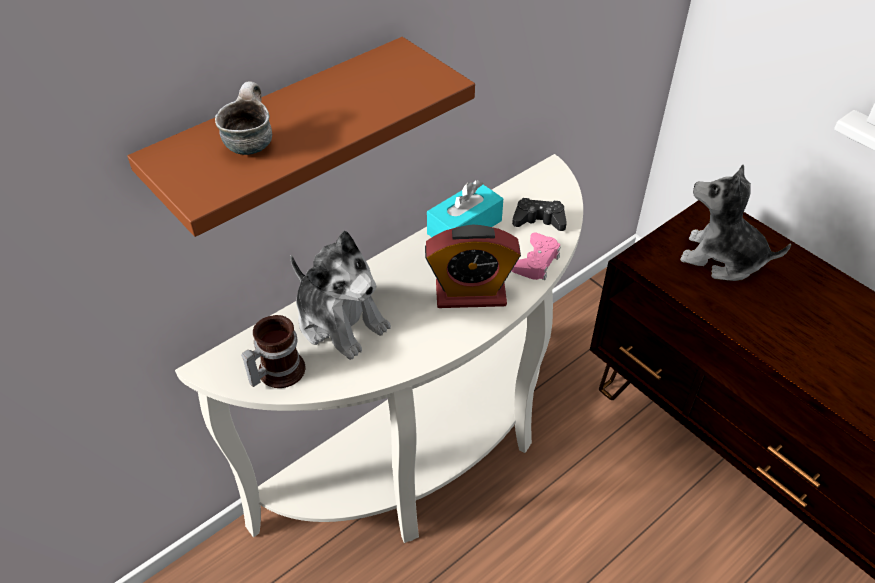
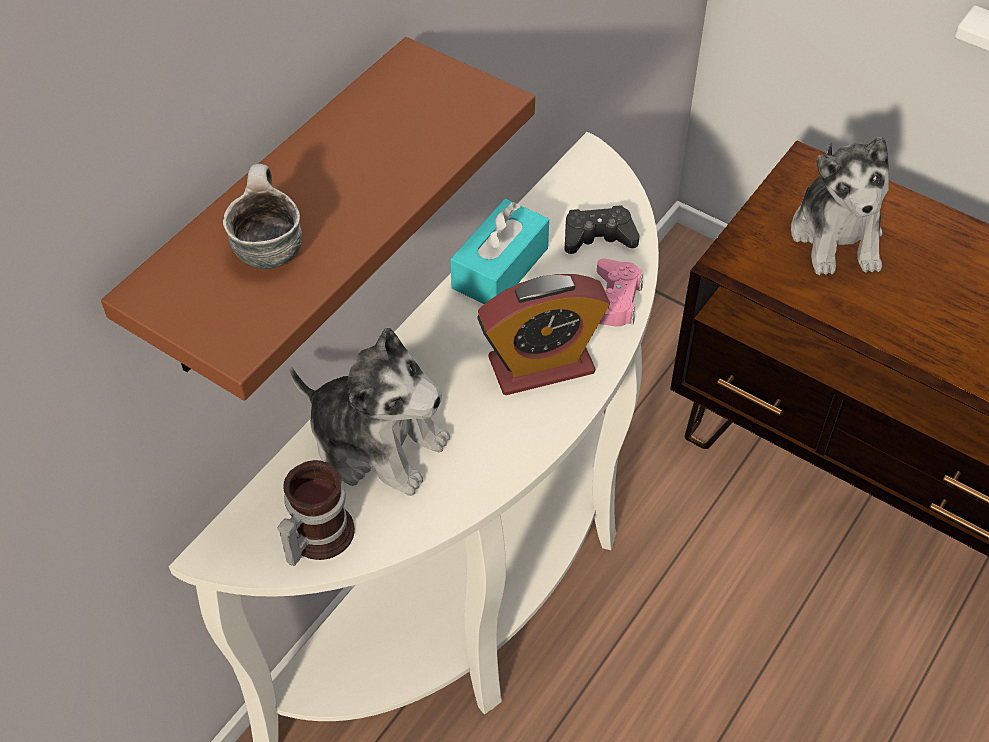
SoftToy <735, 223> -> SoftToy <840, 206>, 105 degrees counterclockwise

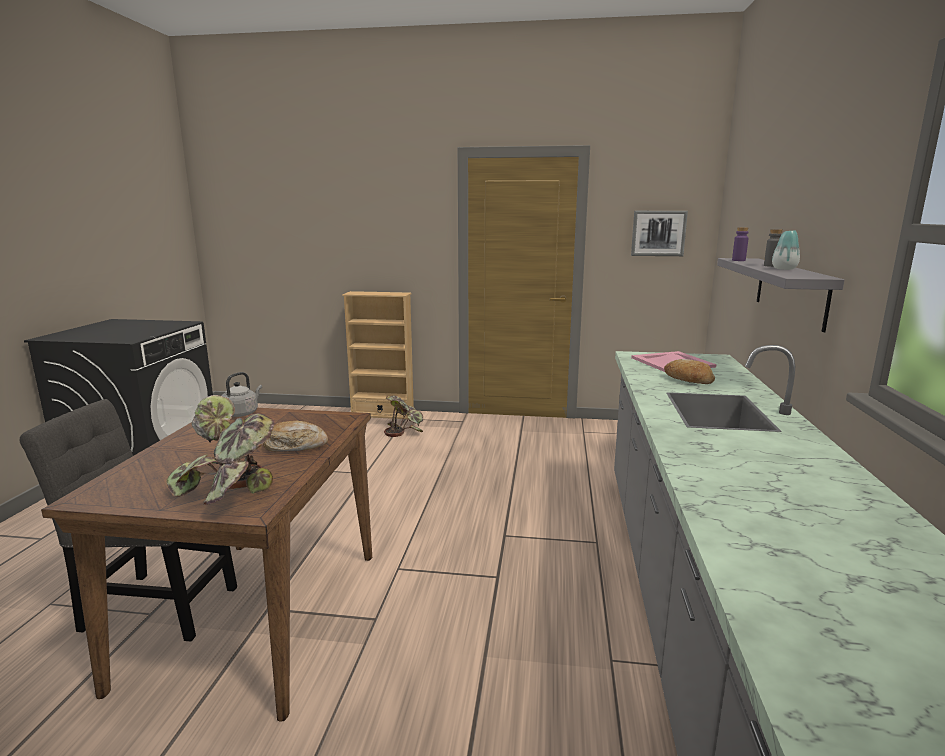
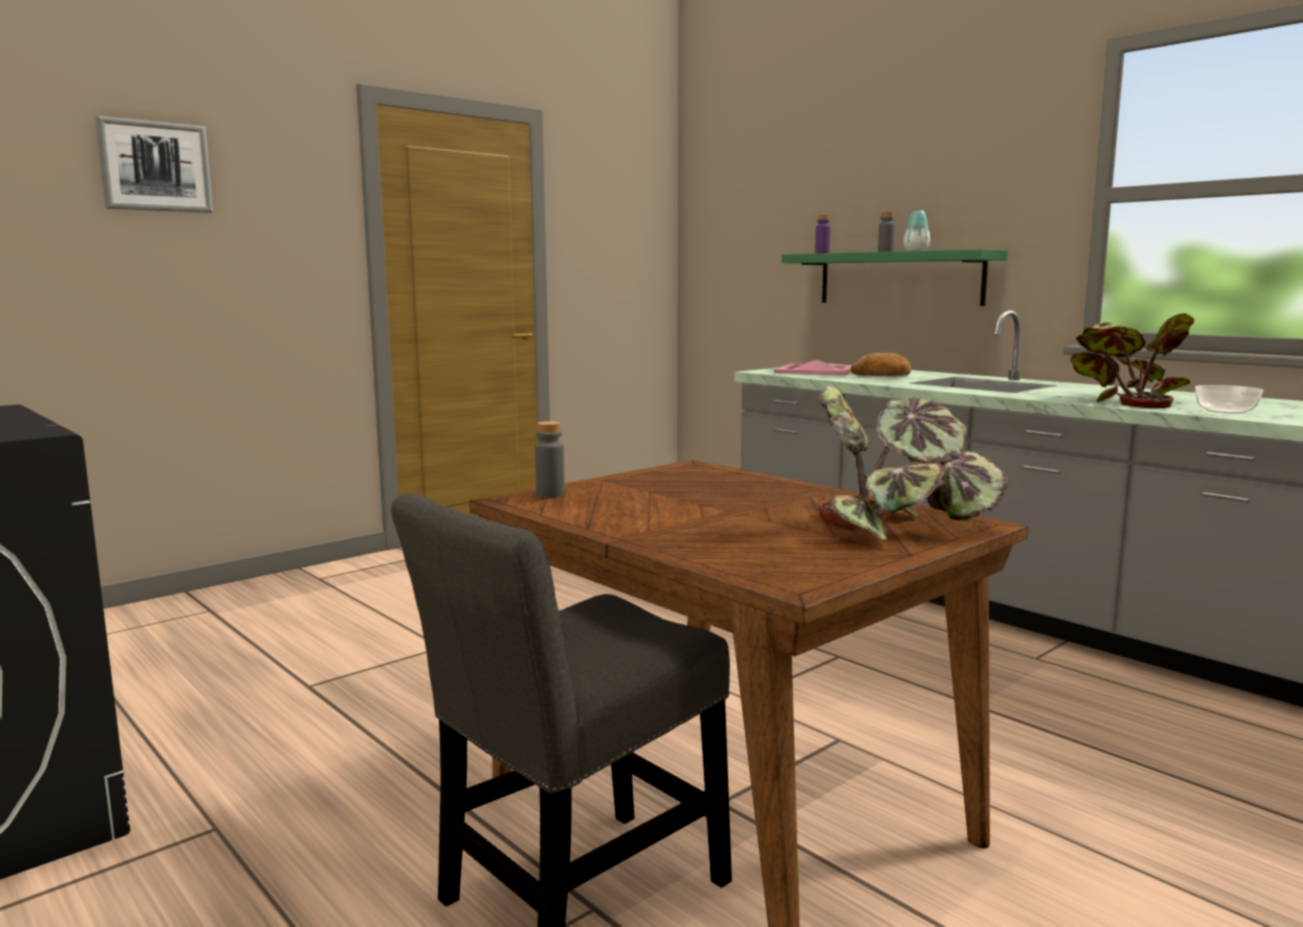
WallPicture <659, 233> -> WallPicture <154, 164>, relocated
GrayBracketShelf <780, 295> -> GreenishBracketShelf <895, 277>
BeigeBookshelf <378, 355> -> none
GrayKettle <242, 394> -> GrayBottle <550, 459>
Houseplant <403, 416> -> Houseplant <1132, 360>, relocated
Bread <295, 436> -> none
none -> Bowl <1229, 399>

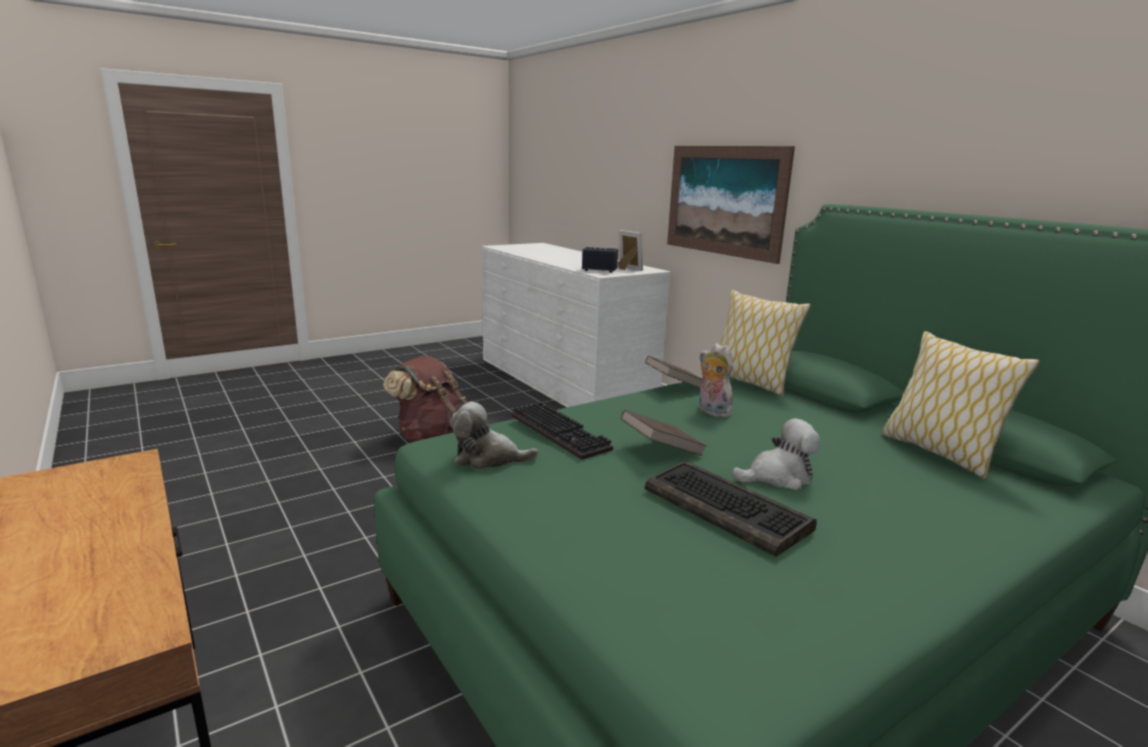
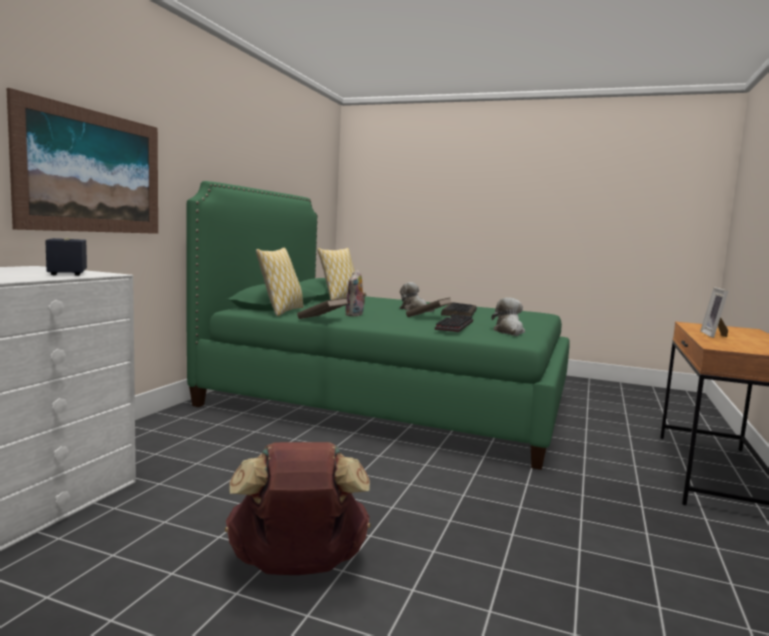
PhotoFrame <630, 250> -> PhotoFrame <714, 312>, relocated
SoftToy <494, 436> -> SoftToy <508, 317>, 150 degrees counterclockwise

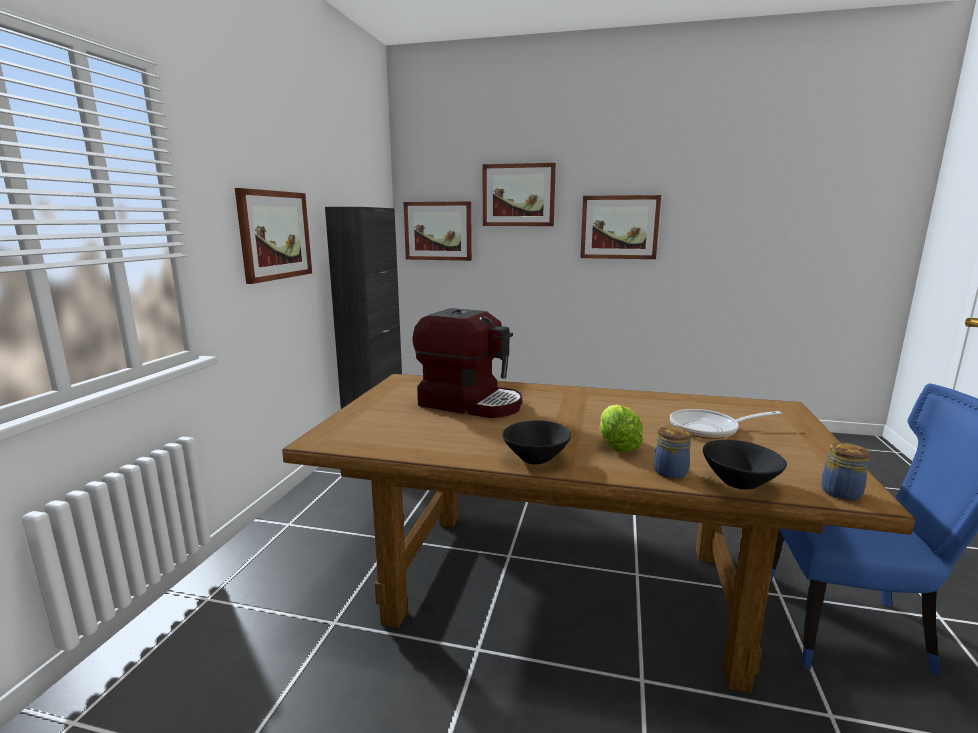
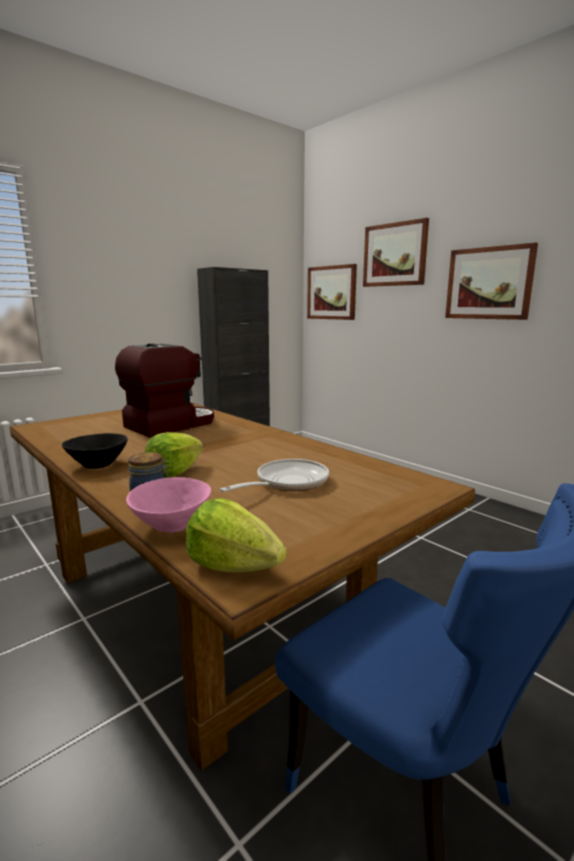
WallPicture <273, 236> -> none
CoffeeBrewer <467, 363> -> CoffeeBrewer <164, 390>, 105 degrees counterclockwise
Skillet <725, 424> -> Skillet <274, 475>, 105 degrees clockwise
BlackishBowl <745, 464> -> PinkishBowl <168, 505>
PreserveJar <845, 471> -> HeadOfLettuce <236, 535>

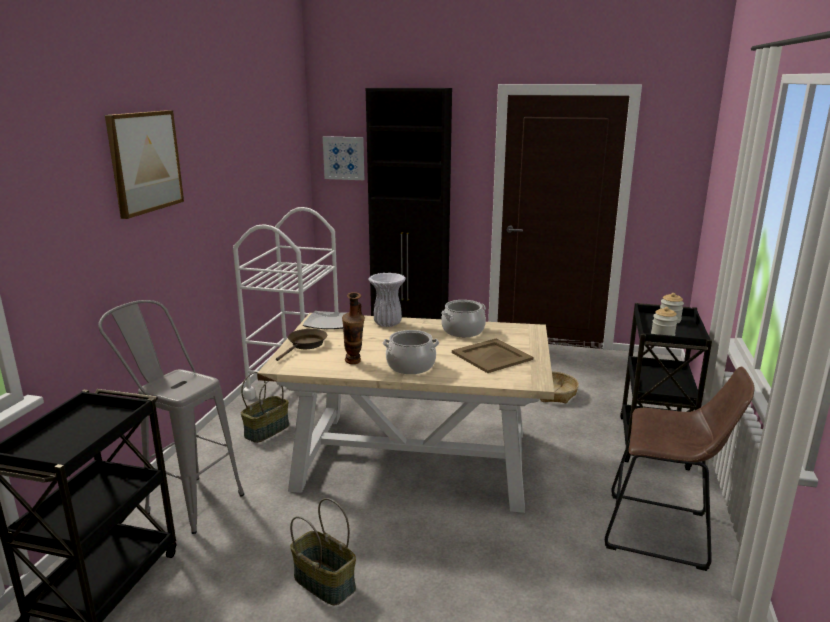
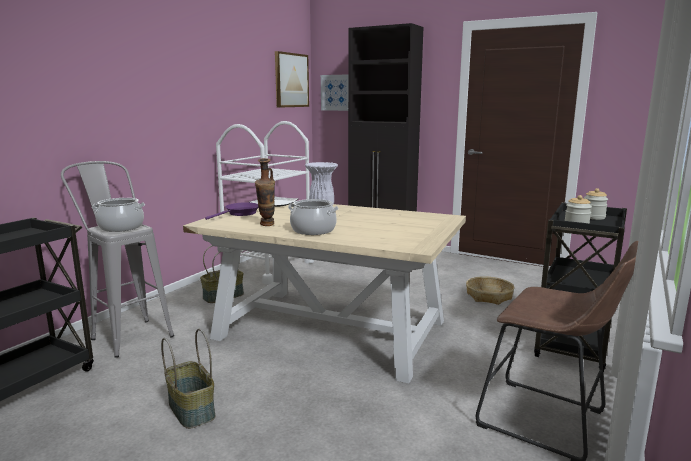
WallPicture <144, 164> -> WallPicture <292, 79>, relocated
Stockpot <463, 318> -> Stockpot <118, 215>, relocated
BrownSkillet <301, 345> -> PurpleColouredSkillet <231, 211>
BeigeCarryingTray <492, 356> -> none

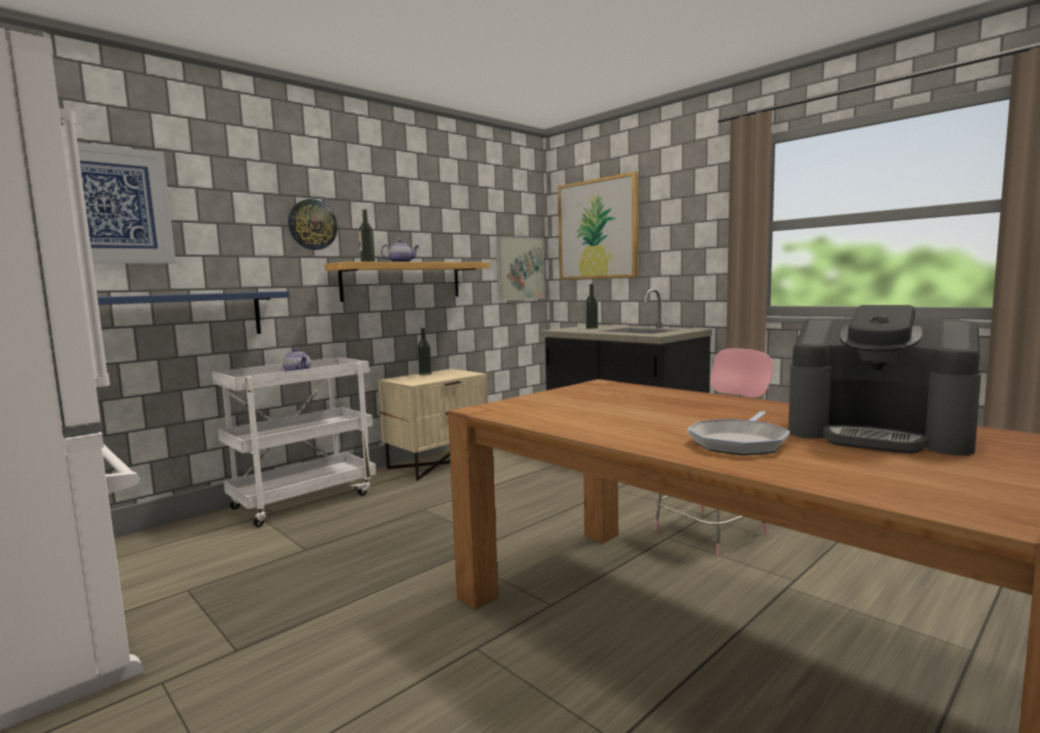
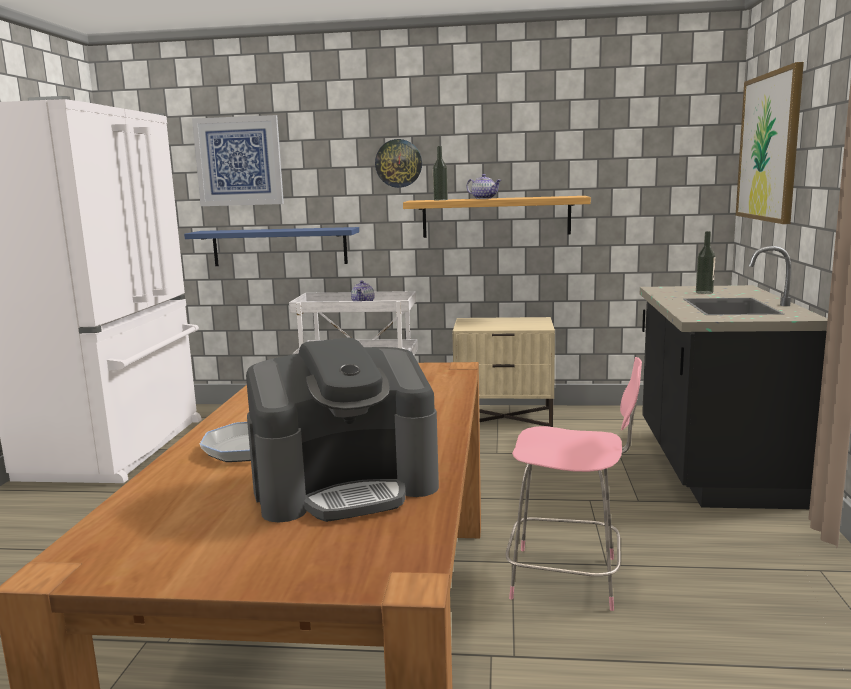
WallPicture <520, 268> -> none
CoffeeBrewer <884, 380> -> CoffeeBrewer <342, 429>, 105 degrees counterclockwise
Bottle <424, 351> -> none

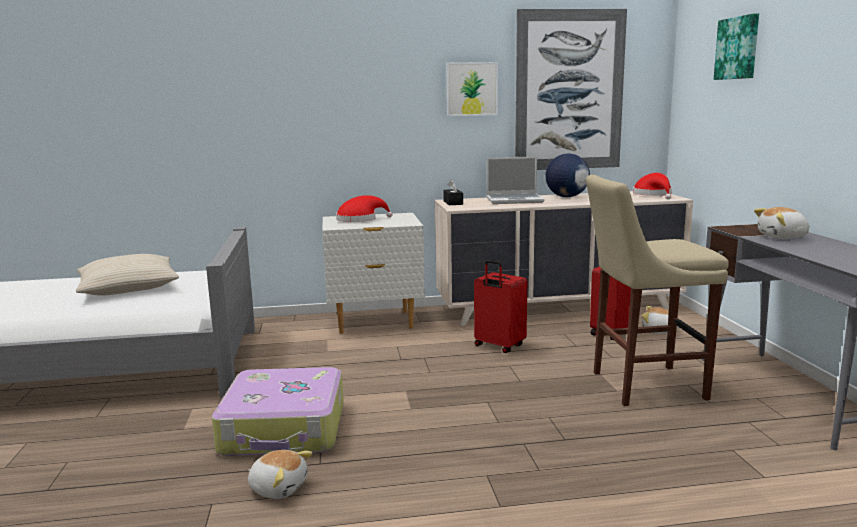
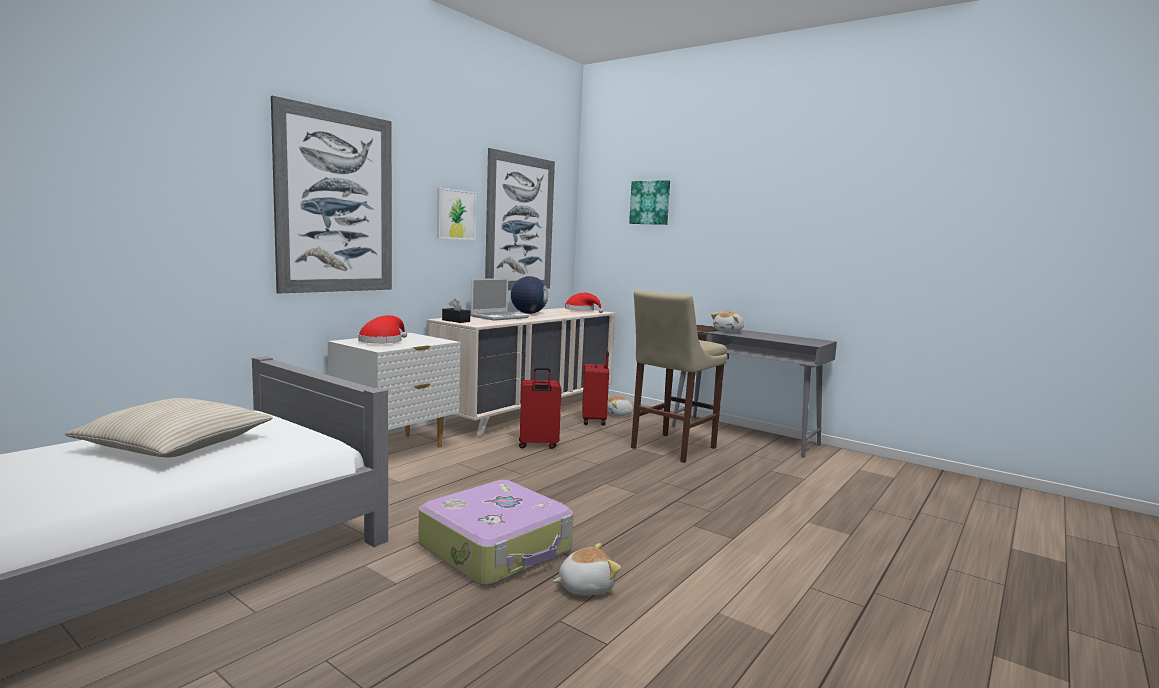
none -> WallPicture <331, 194>

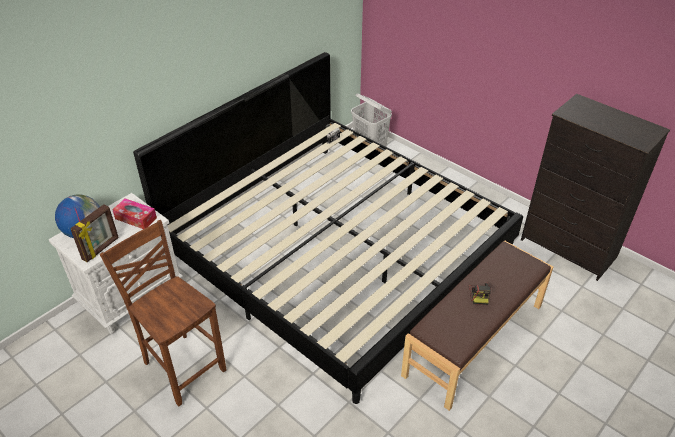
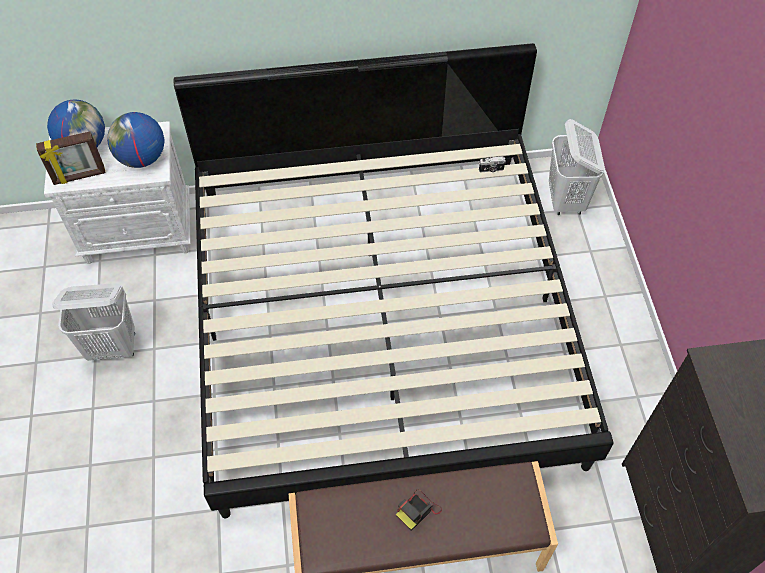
BoxOfTissues <134, 213> -> WorldGlobe <135, 140>
BrownPlainChair <163, 313> -> WhiteLaundryBasket <93, 322>

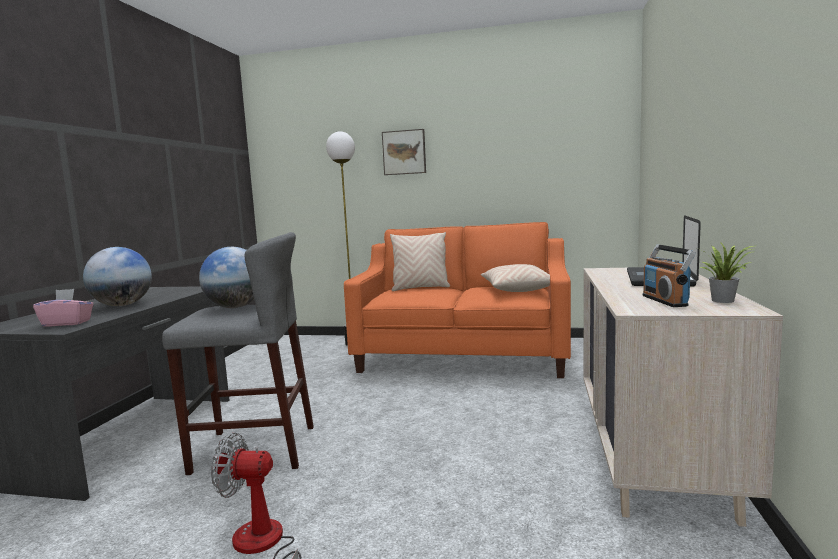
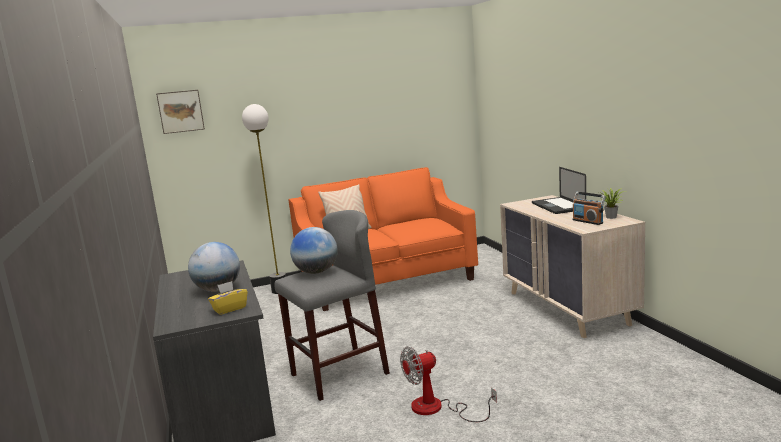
WallPicture <404, 152> -> WallPicture <180, 112>, relocated
BeigeThrowPillow <515, 278> -> none
PinkishBoxOfTissues <63, 308> -> YellowColouredBoxOfTissues <228, 298>

